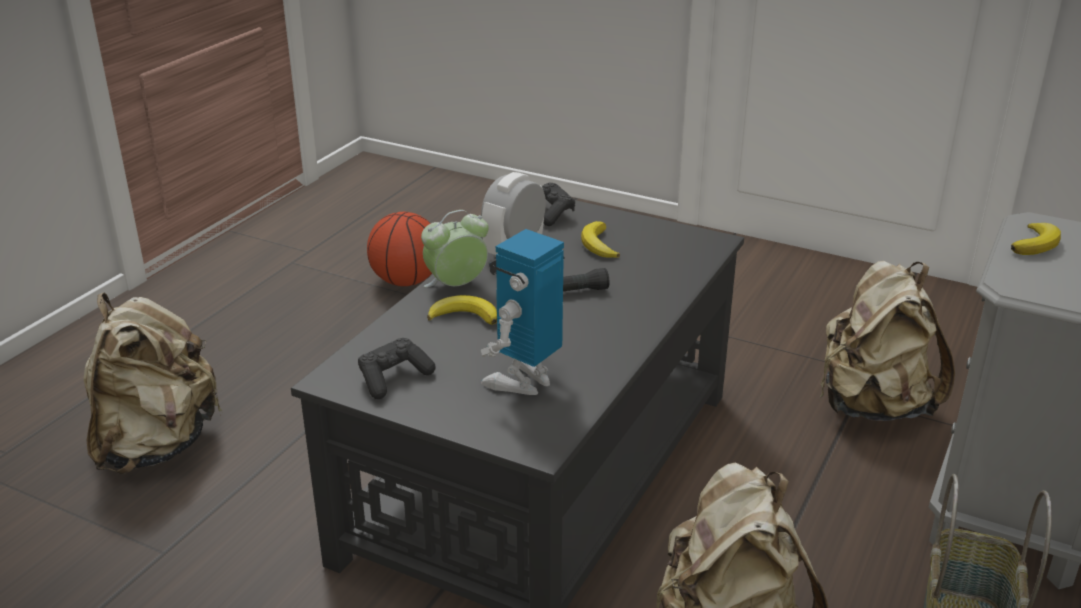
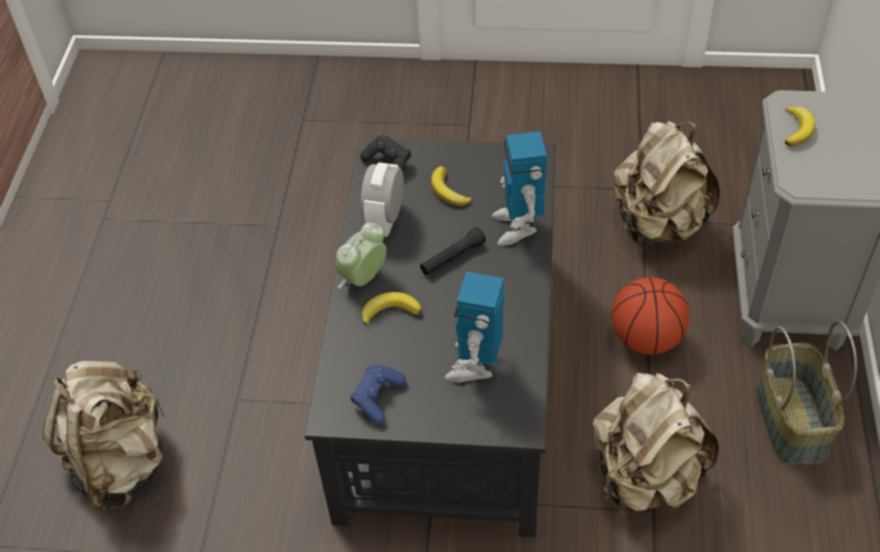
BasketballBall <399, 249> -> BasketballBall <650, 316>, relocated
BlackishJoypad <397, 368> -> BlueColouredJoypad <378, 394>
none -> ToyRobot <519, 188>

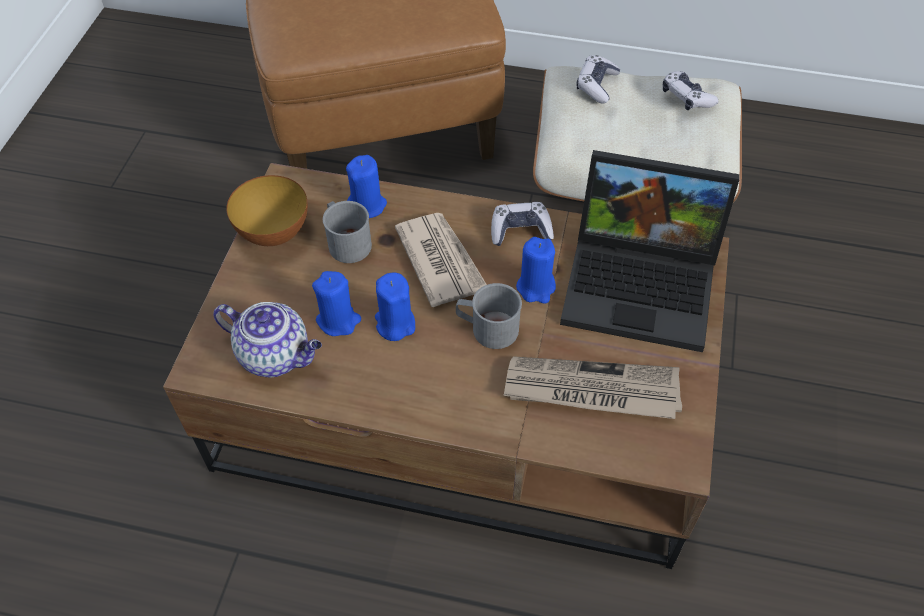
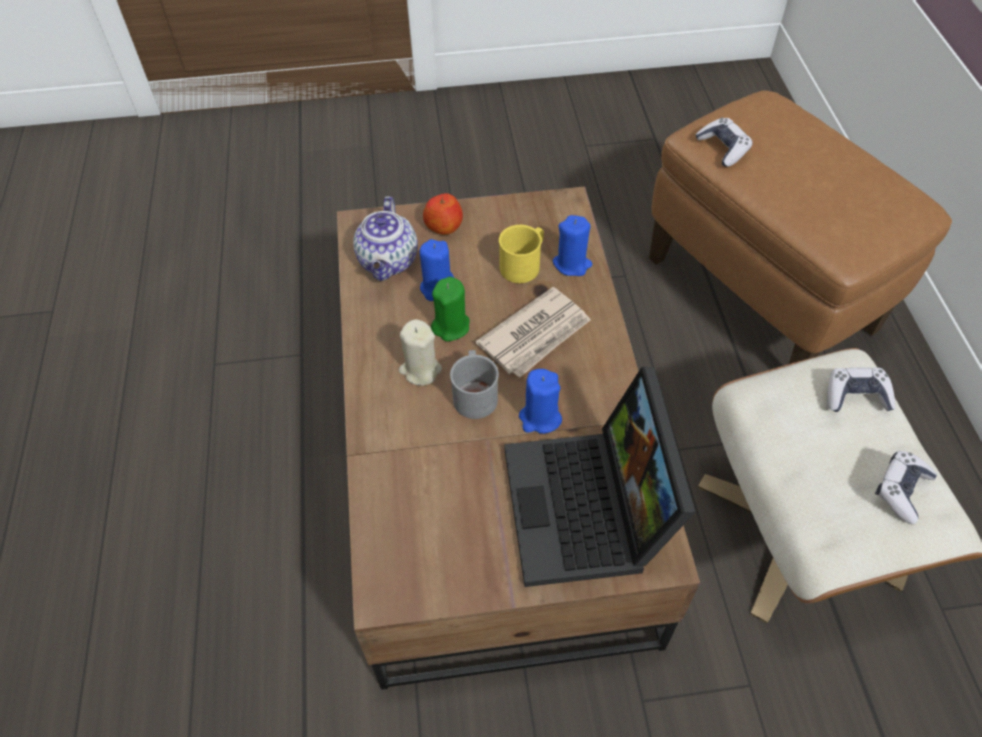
Bowl <267, 210> -> none
GrayTeaMug <347, 232> -> YellowColouredTeaMug <521, 254>
Joypad <522, 224> -> Joypad <724, 142>, relocated
BlueColouredWaxLight <395, 307> -> GreenishWaxLight <450, 309>
Newspaper <592, 387> -> none
none -> Apple <443, 214>
none -> BeigeWaxLight <420, 352>

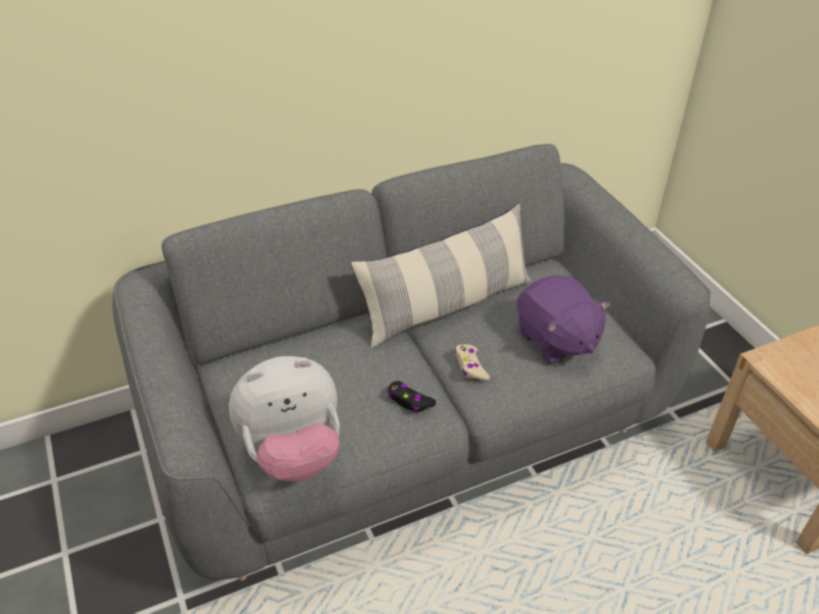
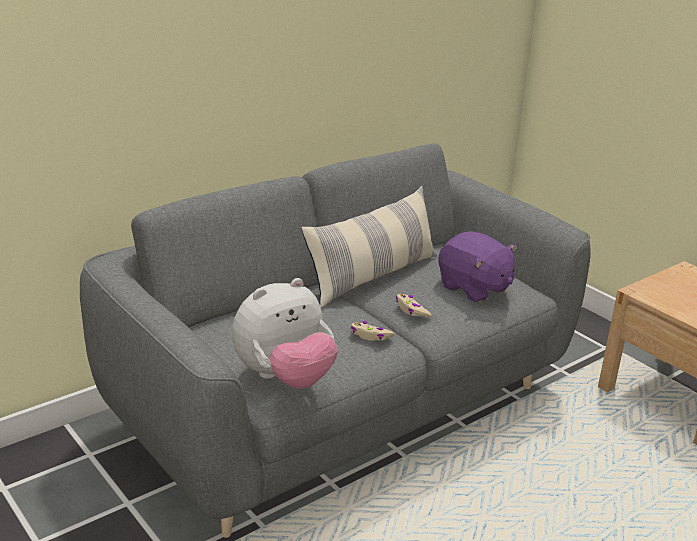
BlackishJoypad <411, 396> -> BeigeJoypad <372, 331>

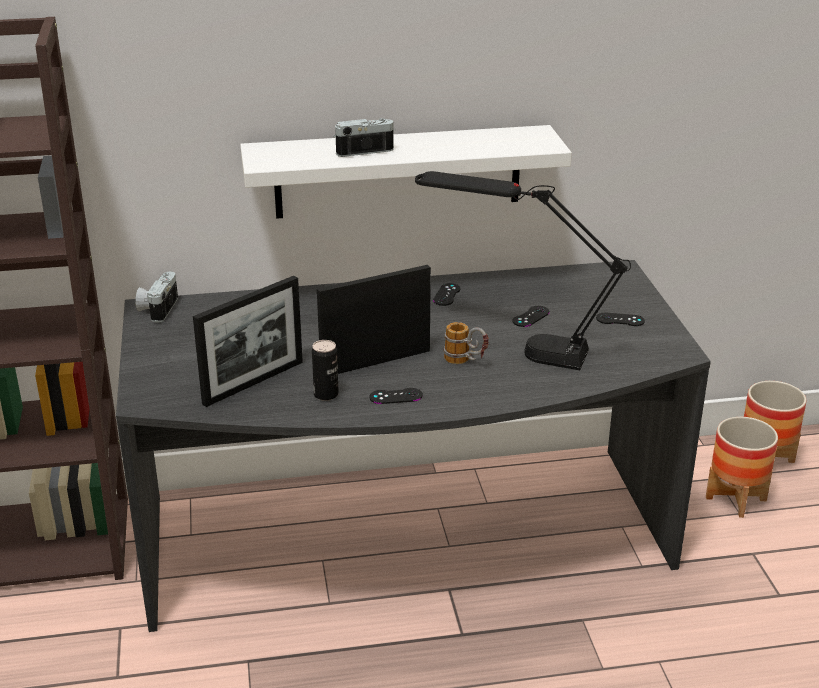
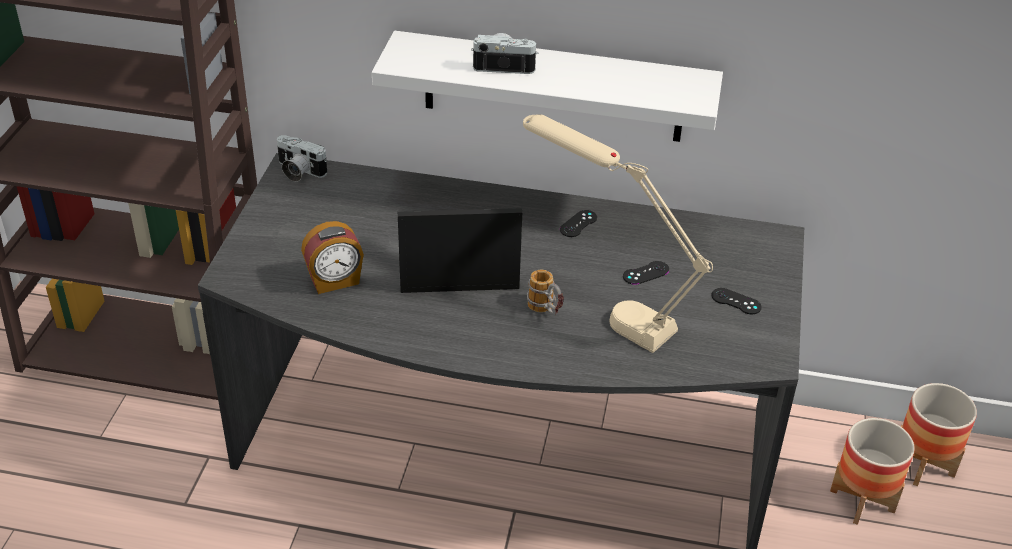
BlackishTabletopLamp <523, 270> -> BeigeTabletopLamp <618, 234>
PhotoCamera <156, 297> -> PhotoCamera <302, 158>, 90 degrees counterclockwise
PhotoFrame <248, 341> -> BedsideClock <332, 257>
SealedCan <325, 370> -> none
BlackishJoypad <396, 396> -> none

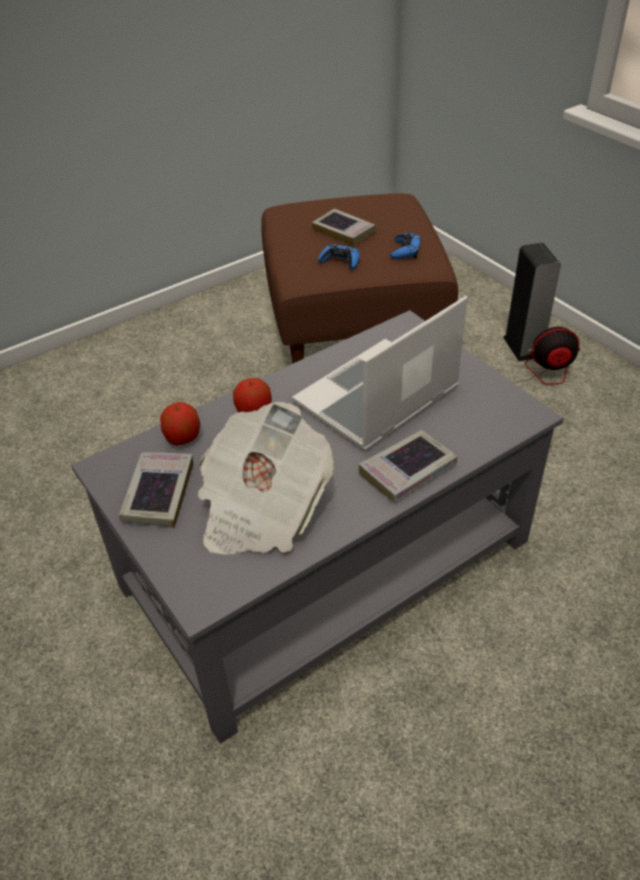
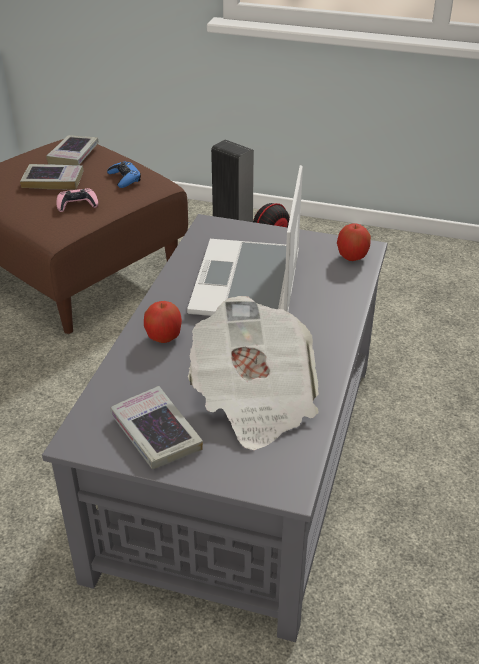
BlueColouredJoypad <339, 257> -> PinkishJoypad <77, 200>
Apple <180, 423> -> Apple <354, 242>, relocated
BoundBook <408, 466> -> BoundBook <72, 150>, relocated

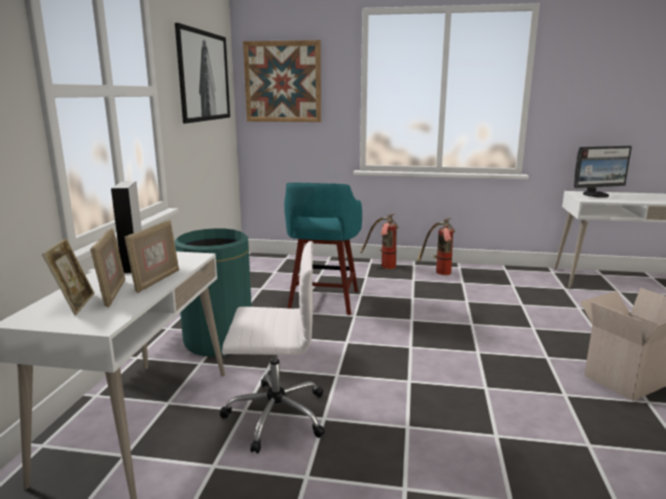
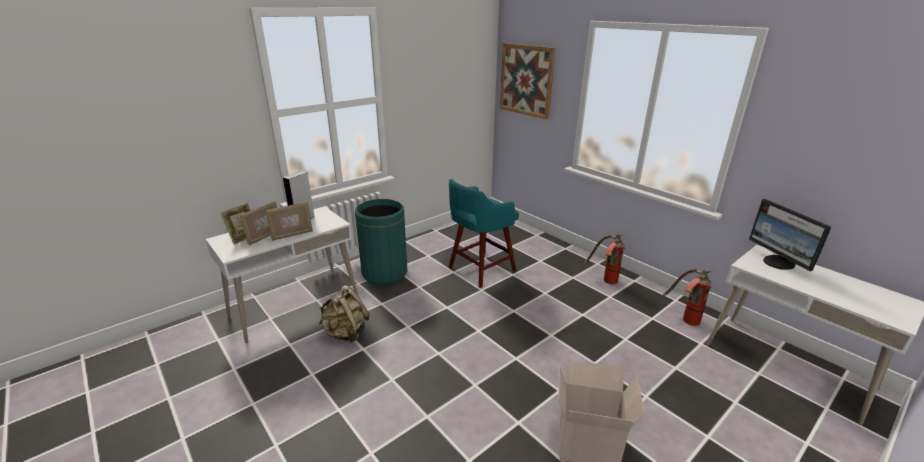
WallPicture <202, 73> -> none
Monitor <603, 172> -> Monitor <790, 235>, 45 degrees clockwise
Extinguisher <379, 241> -> Extinguisher <687, 297>, relocated
WhiteDeskChair <272, 347> -> BeigeBackpack <344, 314>

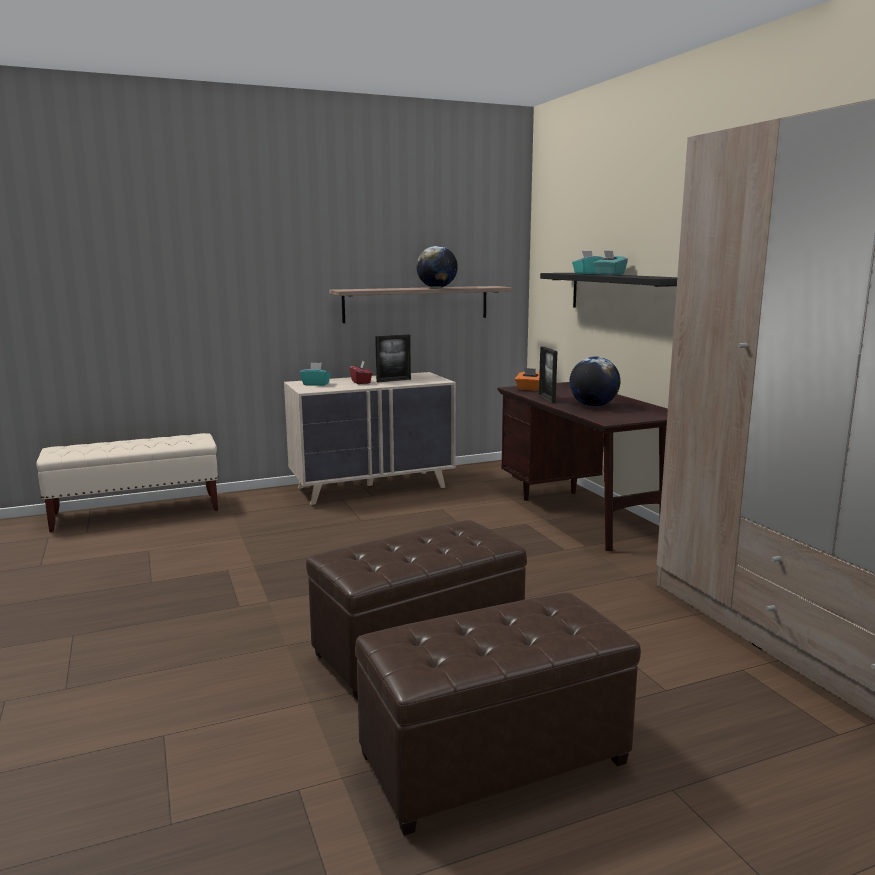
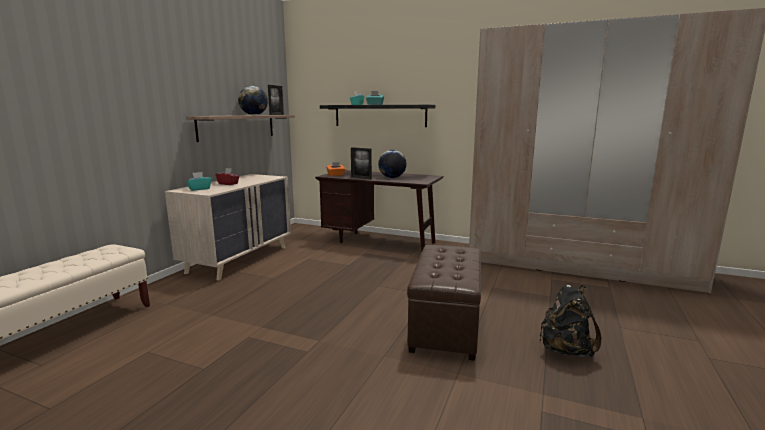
PhotoFrame <393, 358> -> PhotoFrame <276, 100>, relocated
BrownPouffe <498, 714> -> BlackishBackpack <570, 321>

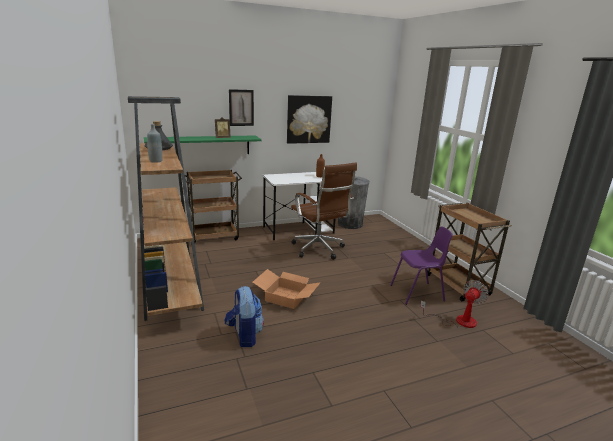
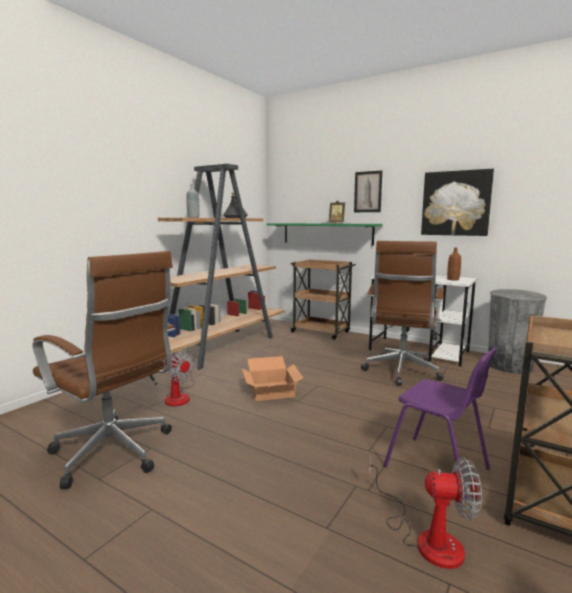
Backpack <244, 316> -> ElectricFan <180, 378>
none -> BrownDeskChair <103, 370>

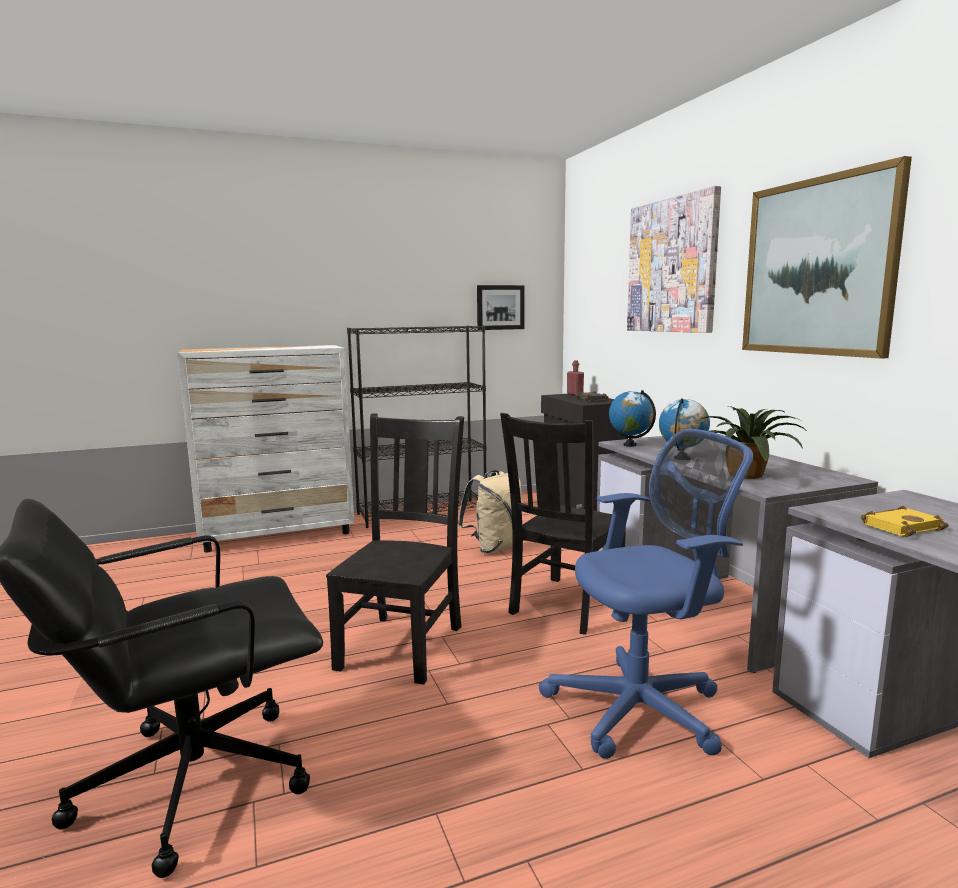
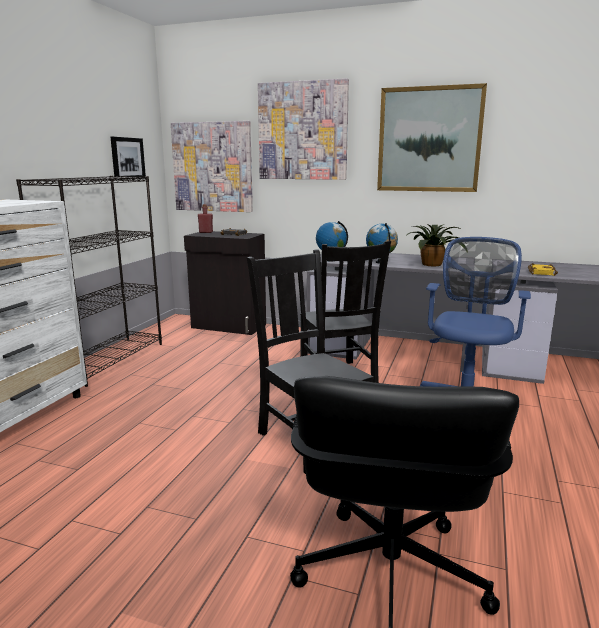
BeigeBackpack <490, 511> -> none
none -> WallPicture <212, 166>

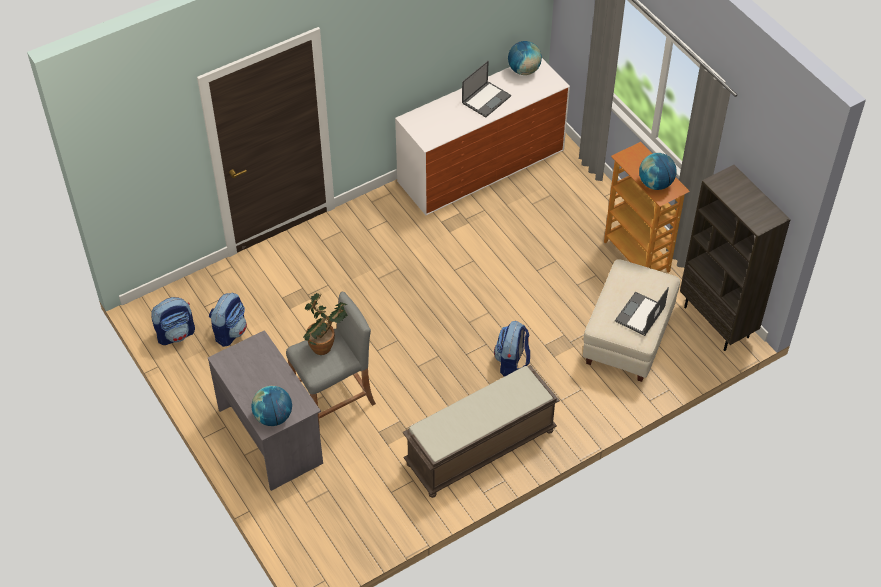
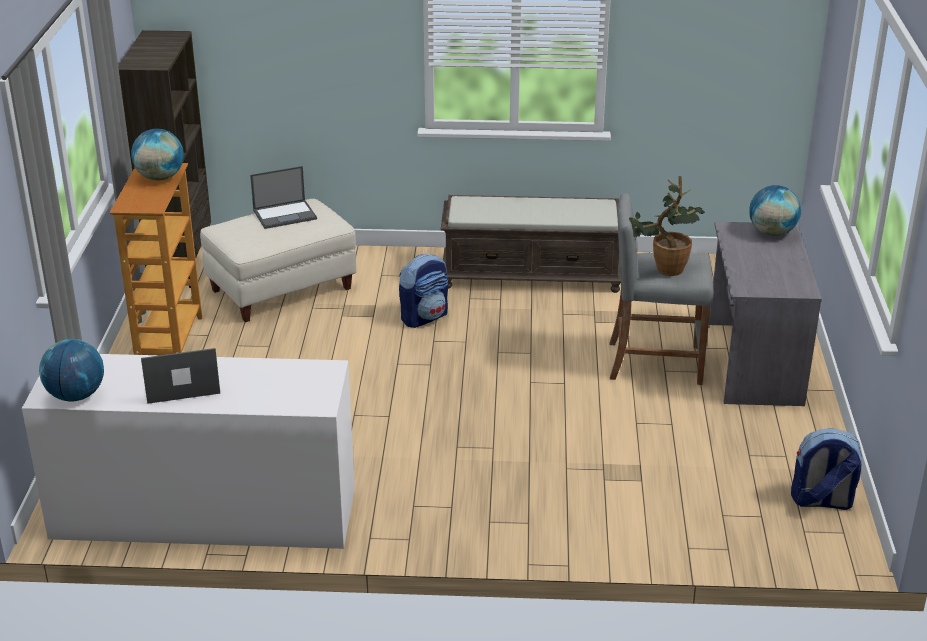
Backpack <228, 320> -> none

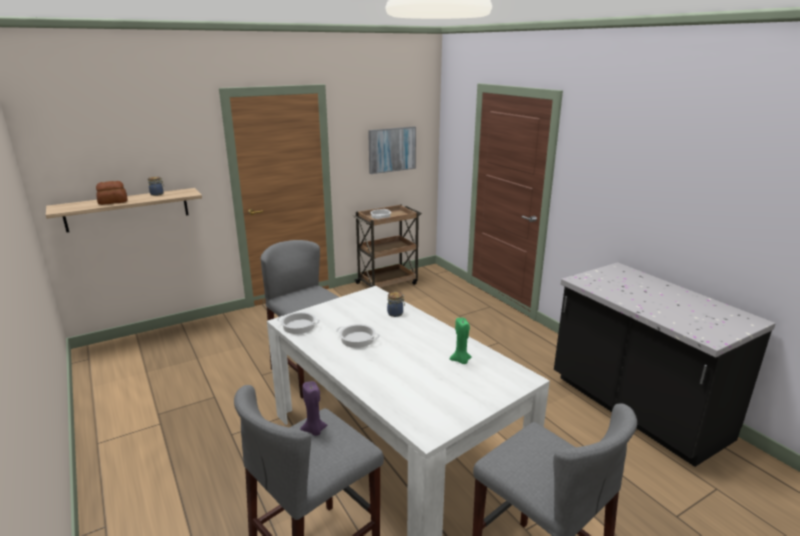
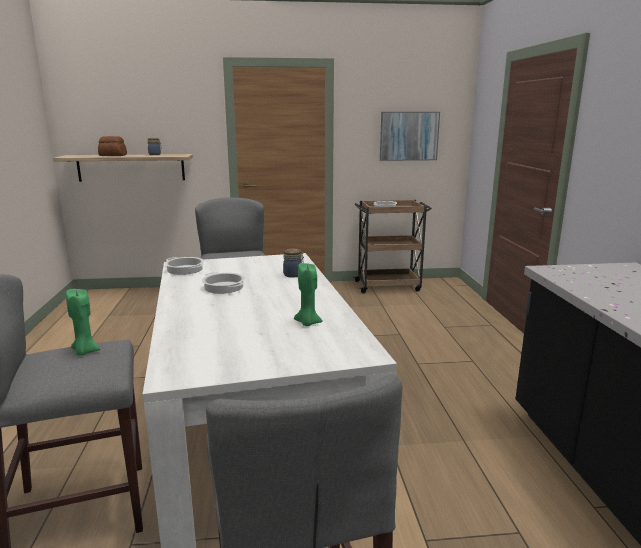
PurpleColouredWaxLight <313, 408> -> GreenishWaxLight <83, 322>

